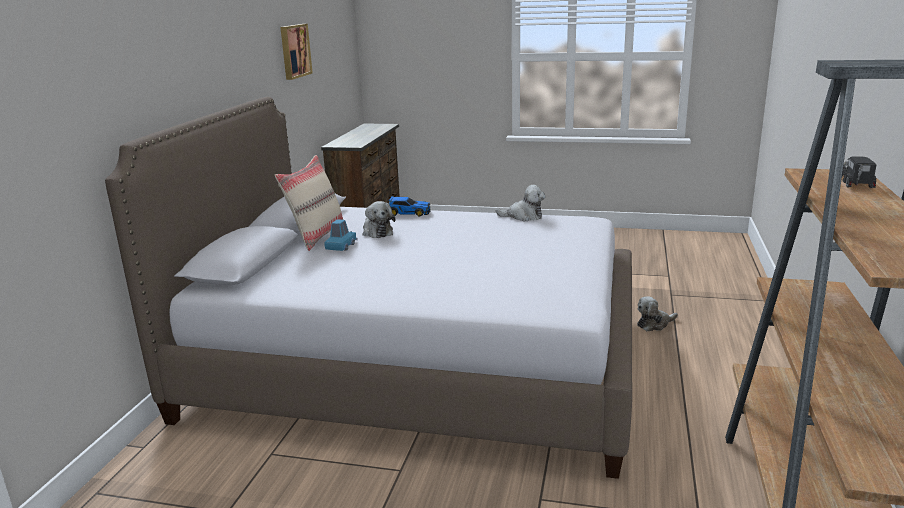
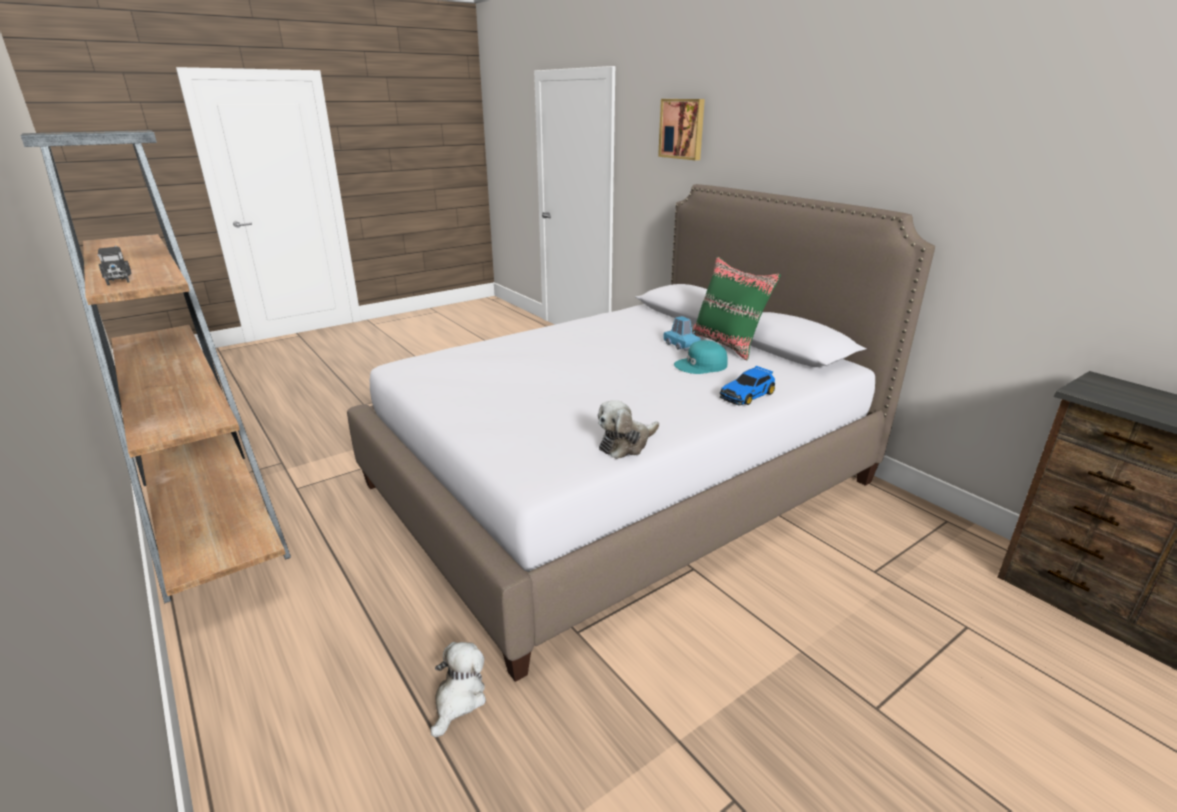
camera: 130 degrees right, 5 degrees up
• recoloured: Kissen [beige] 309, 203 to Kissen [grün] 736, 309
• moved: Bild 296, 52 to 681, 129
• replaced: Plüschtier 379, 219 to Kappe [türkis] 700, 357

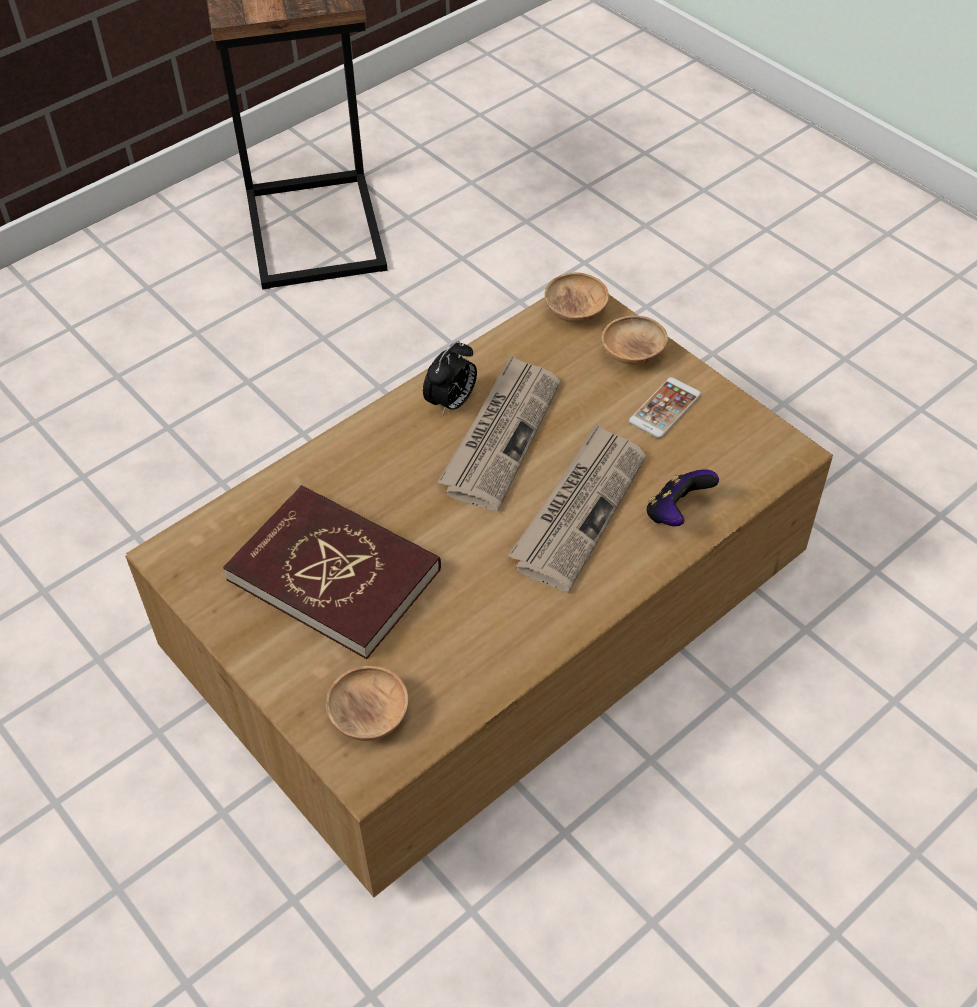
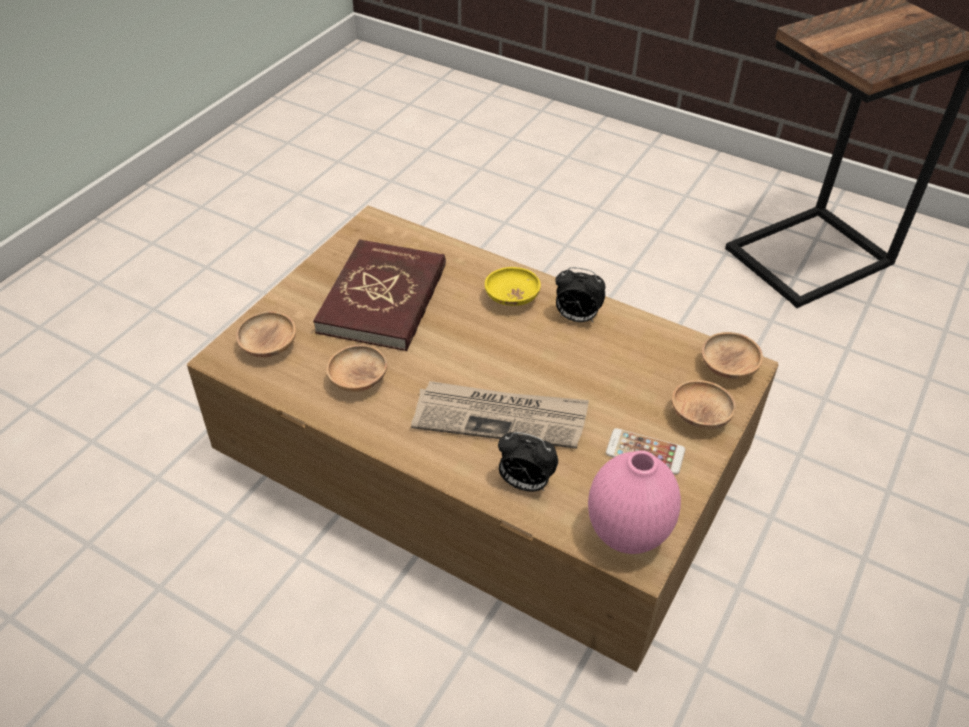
camera: 70 degrees right, 5 degrees down
• removed: Zeitung 499, 433
• replaced: Gamepad 682, 497 to Wecker 528, 462
• added: Schüssel [braun] 356, 368
• added: Schüssel [gelb] 513, 286
• added: Vase [rosa] 634, 502

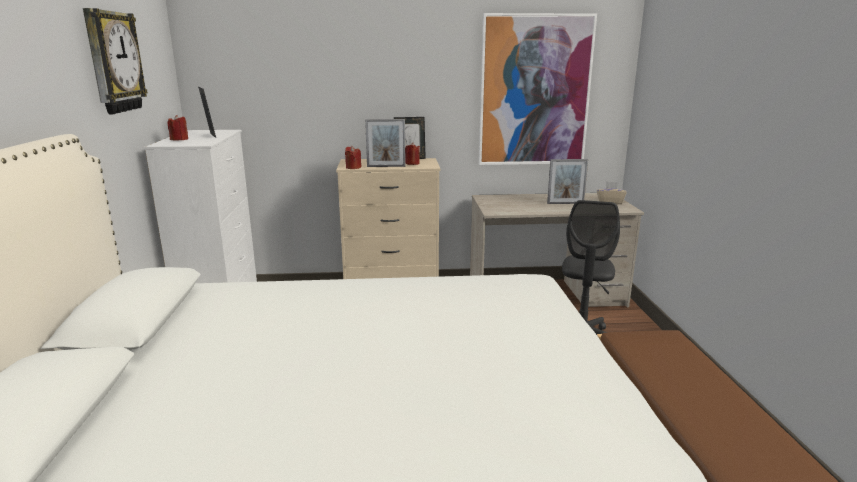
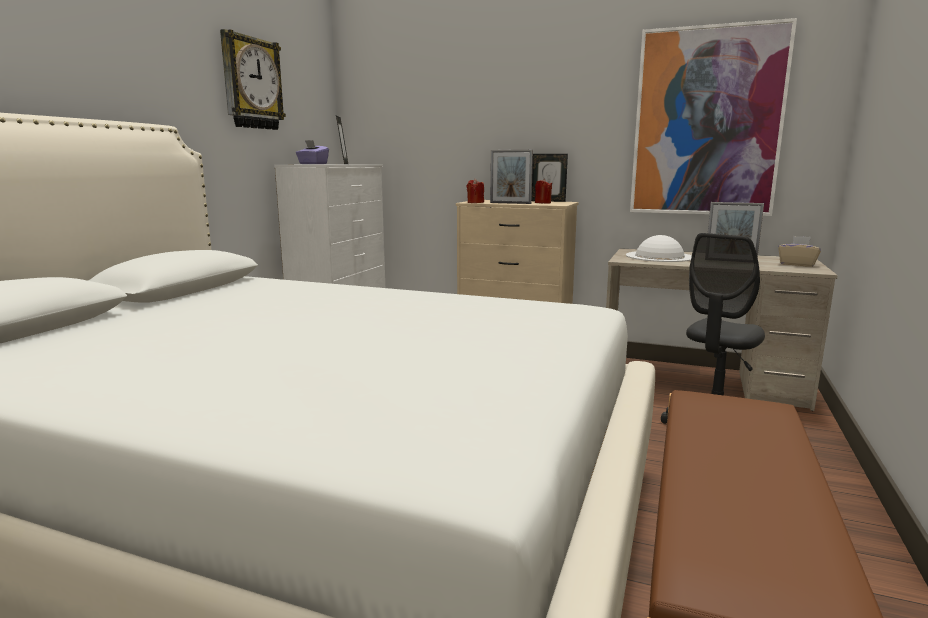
camera: 25 degrees right, 5 degrees down
• replaced: Kerze [rot] 177, 127 to Taschentuchbox [lila] 312, 152
• added: Hut [weiß] 659, 248

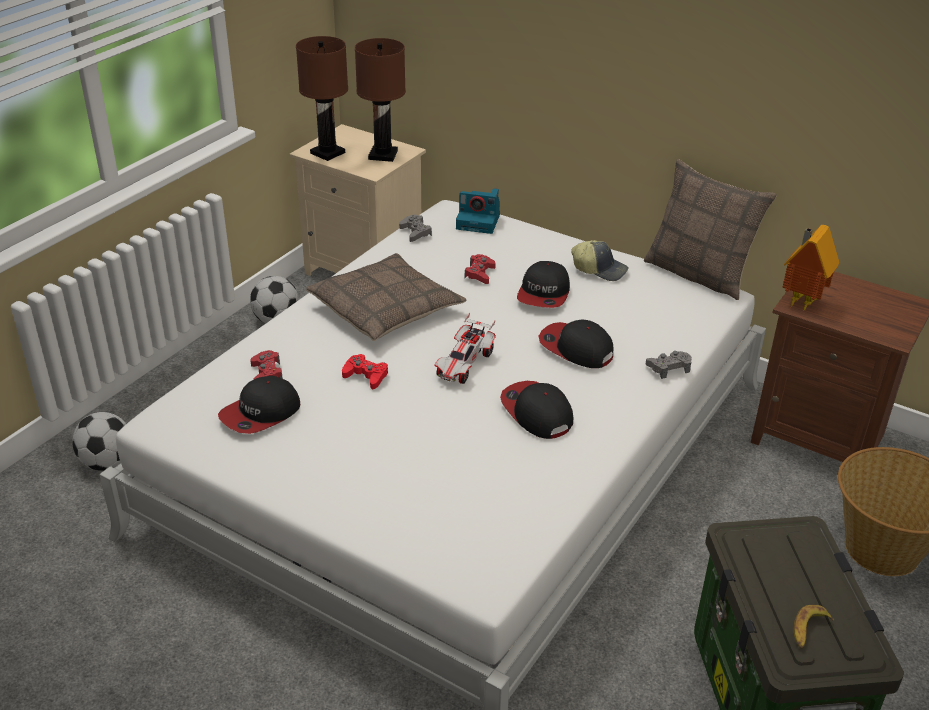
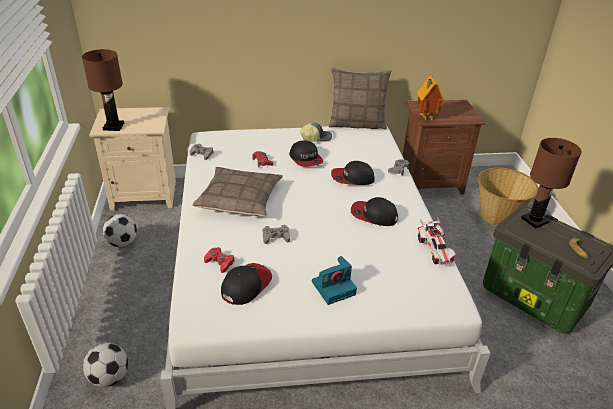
camera: 40 degrees left, 0 degrees up
• turned: Kappe 259, 405 = 246, 284 150 degrees counterclockwise
• recoloured: Gamepad [rot] 365, 371 to Gamepad [grau] 276, 234
• moved: Tischlampe [braun] 380, 100 to 551, 183
• moved: Spielzeugauto 465, 348 to 437, 241
• moved: Kamera 478, 211 to 334, 280

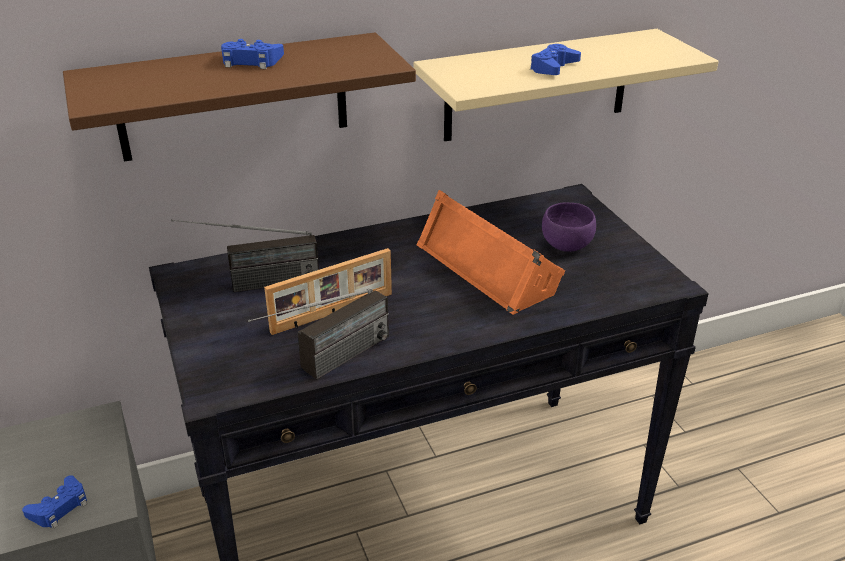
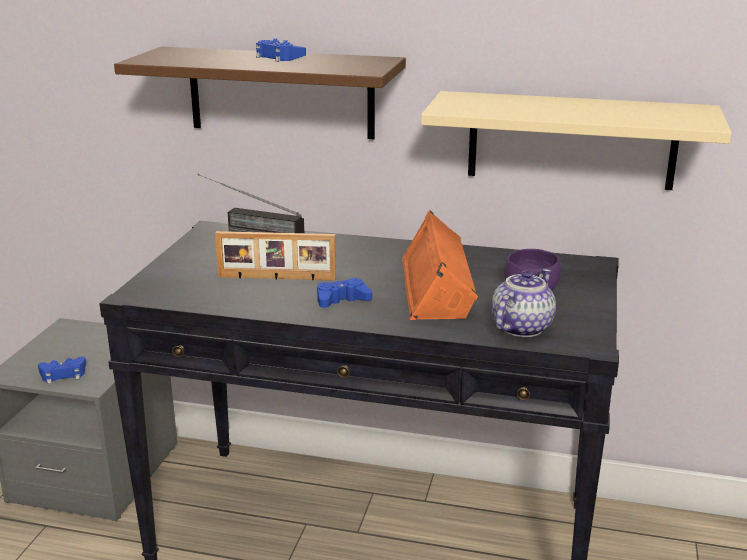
camera: 35 degrees right, 10 degrees down
• removed: Radio 318, 334
• moved: Gamepad [blau] 555, 59 to 344, 293
• added: Teekanne 524, 303

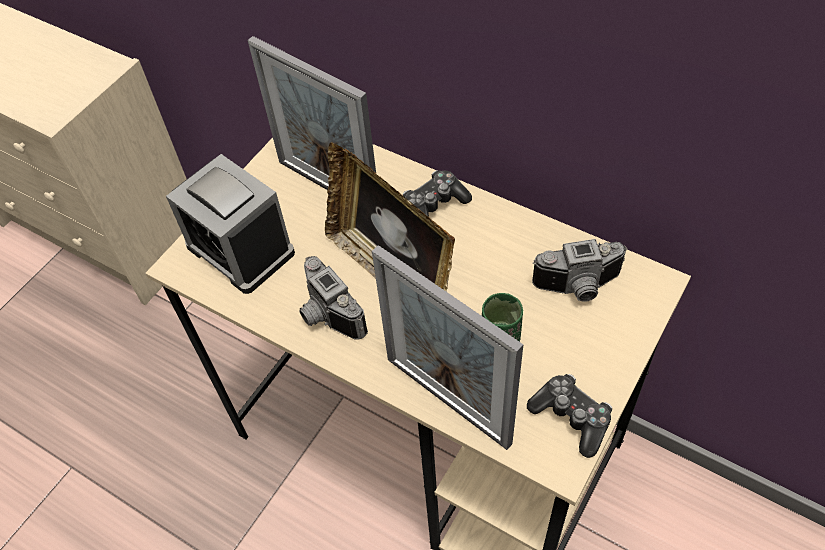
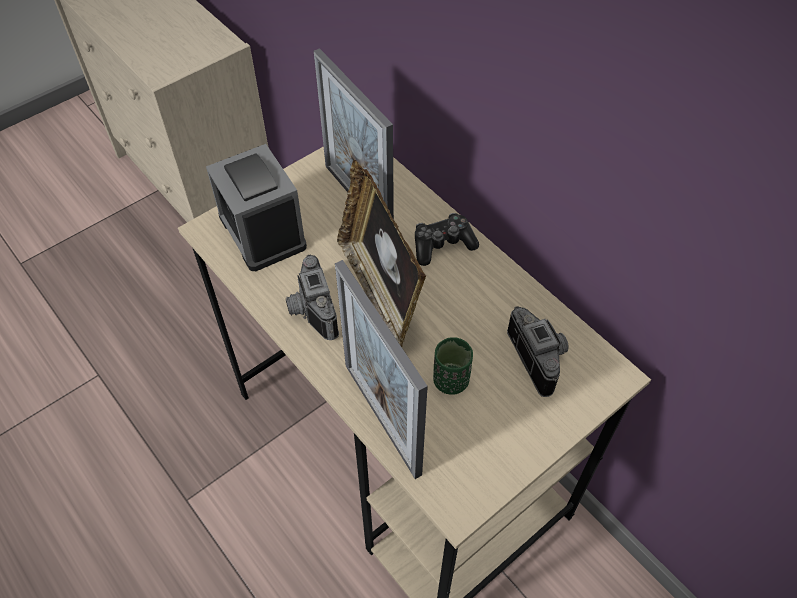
camera: 15 degrees right, 0 degrees up
• removed: Gamepad 570, 416
• turned: Kamera 580, 270 = 538, 351 120 degrees counterclockwise

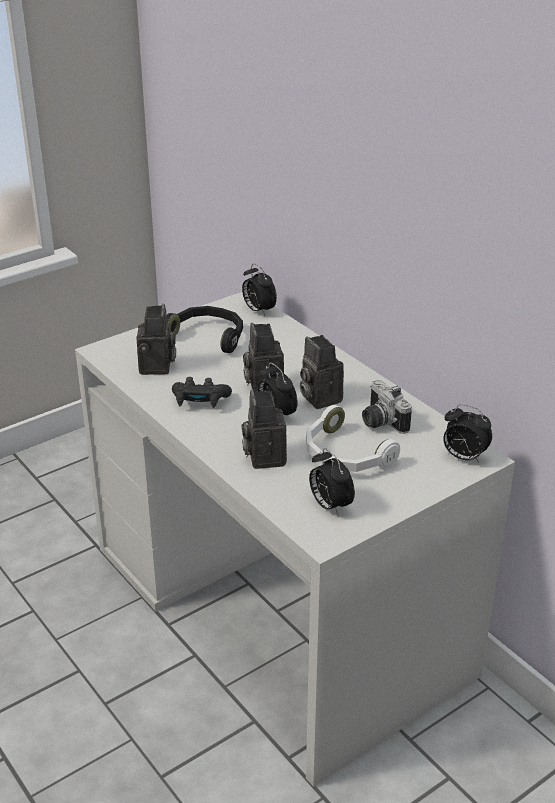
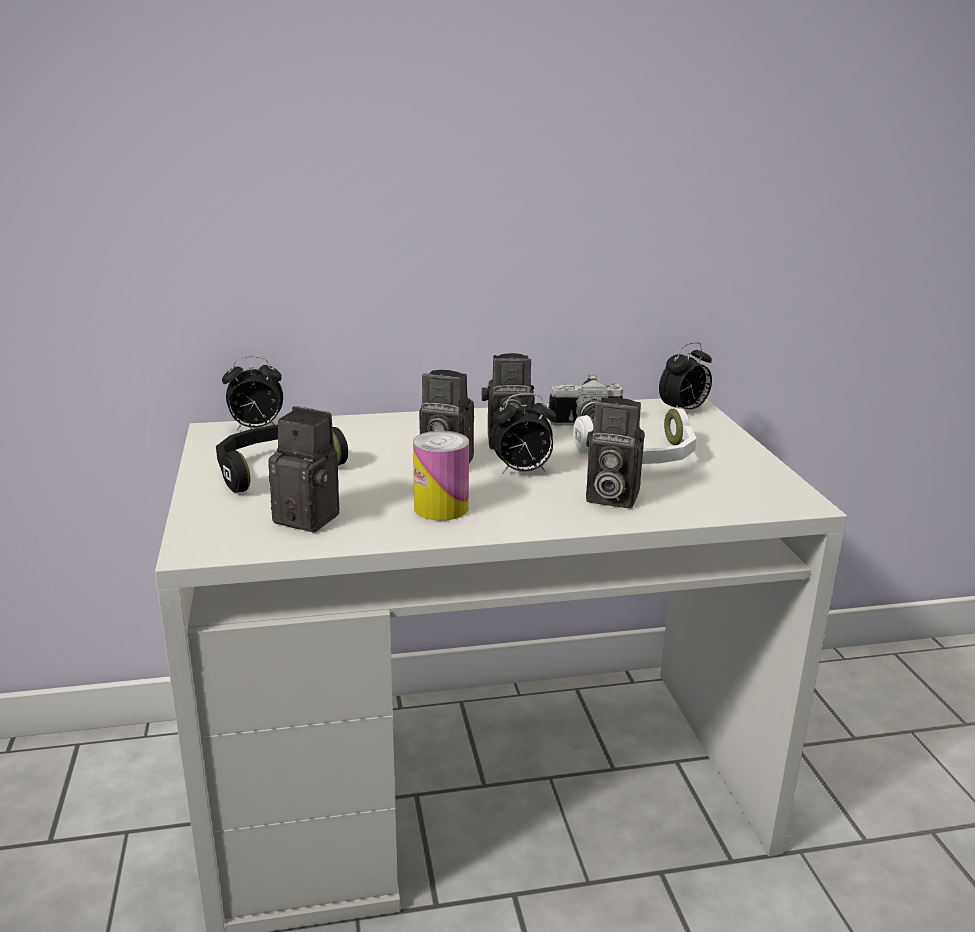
camera: 65 degrees left, 10 degrees down
• replaced: Gamepad [schwarz] 202, 392 to Dose 441, 476
• removed: Wecker 332, 481

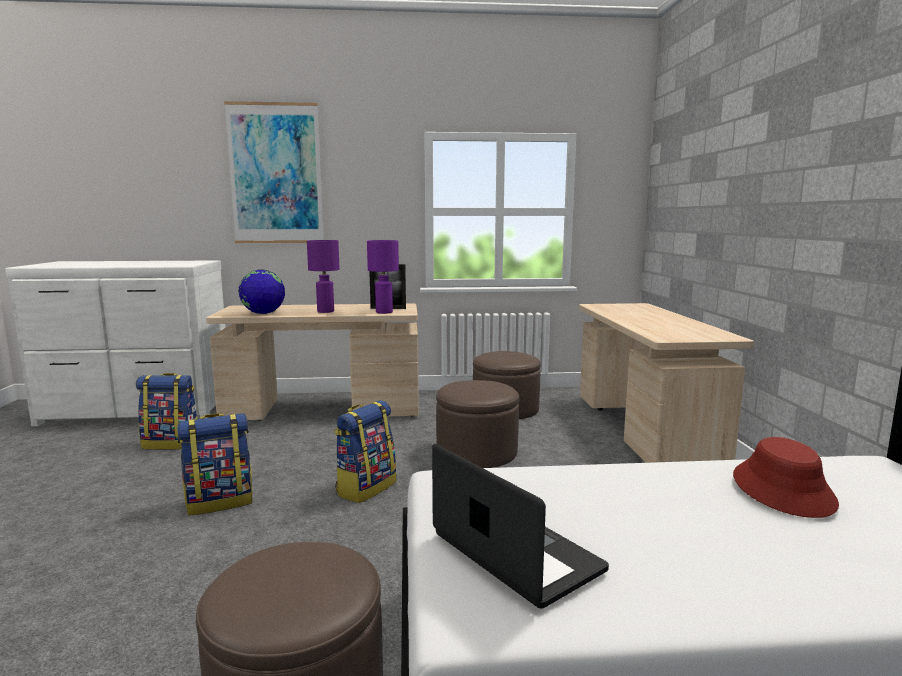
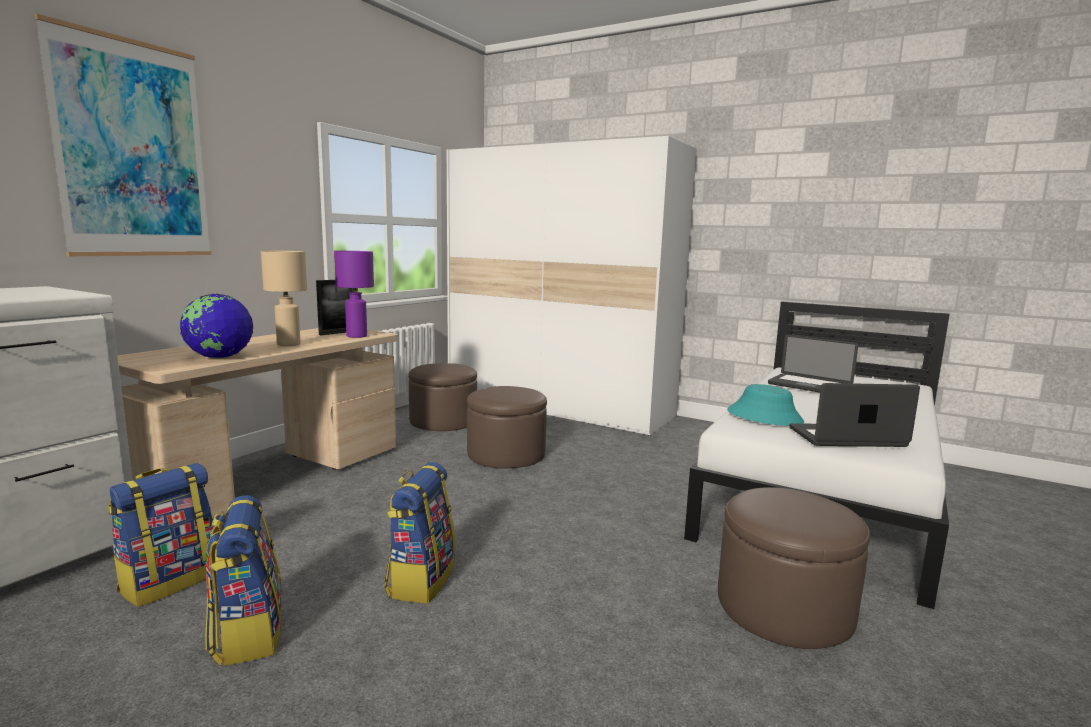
camera: 55 degrees left, 0 degrees up
• recoloured: Tischlampe [lila] 323, 276 to Tischlampe [beige] 284, 298
• moved: Rucksack 365, 451 to 243, 580
• replaced: Schreibtisch [beige] 666, 383 to Kleiderschrank [weiß] 572, 286
• replaced: Hut [rot] 786, 477 to Laptop 813, 364
• added: Hut [türkis] 765, 405

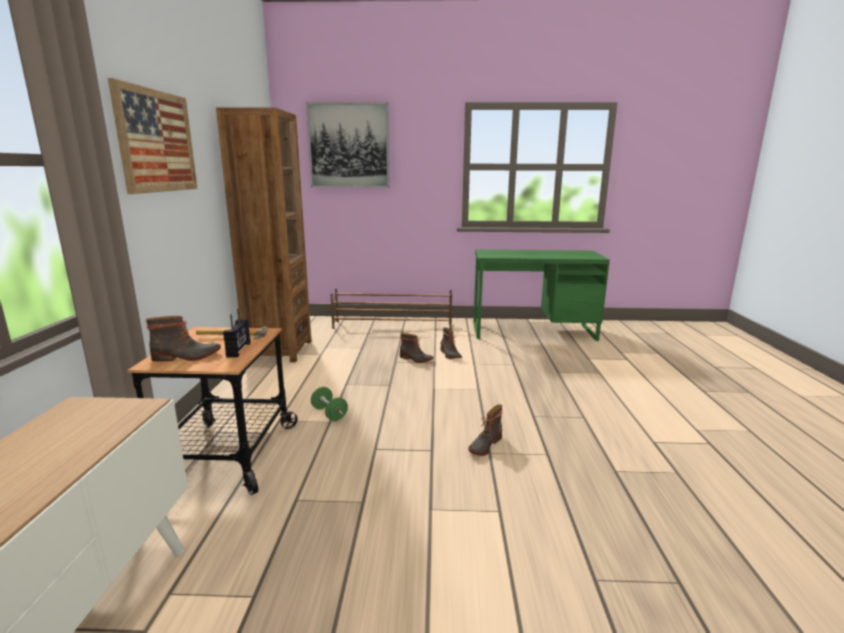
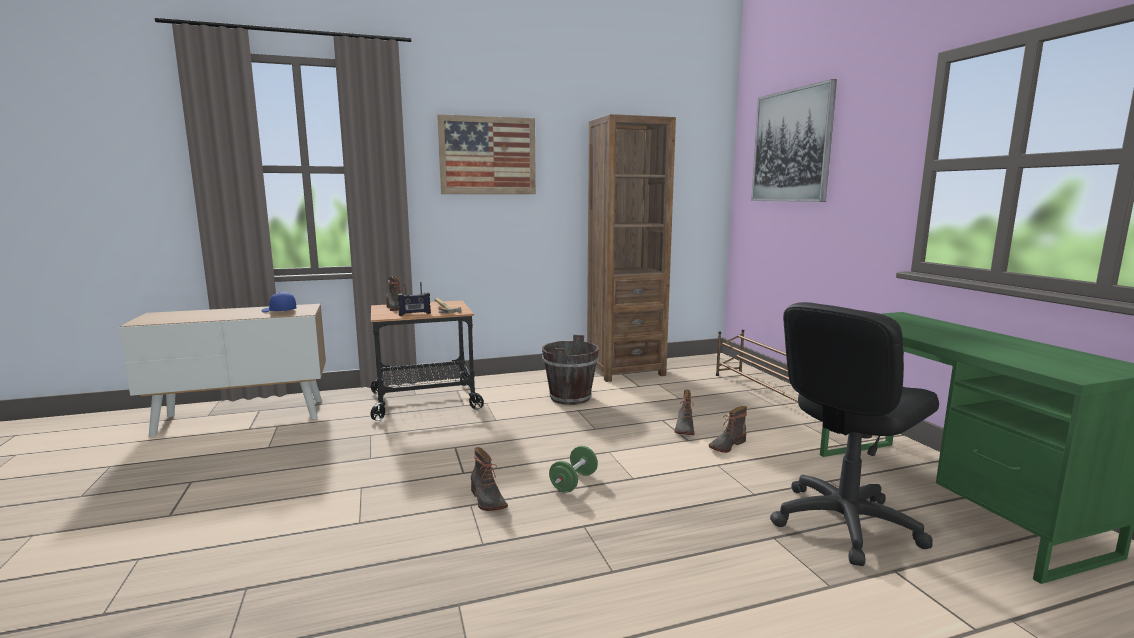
camera: 70 degrees right, 5 degrees down
• moved: Hantel [grün] 329, 404 to 573, 469
• turned: Stiefel 485, 430 = 489, 479 135 degrees counterclockwise
• added: Kappe [blau] 279, 302
• added: Eimer [braun] 570, 370
• added: Bürostuhl [schwarz] 854, 434

